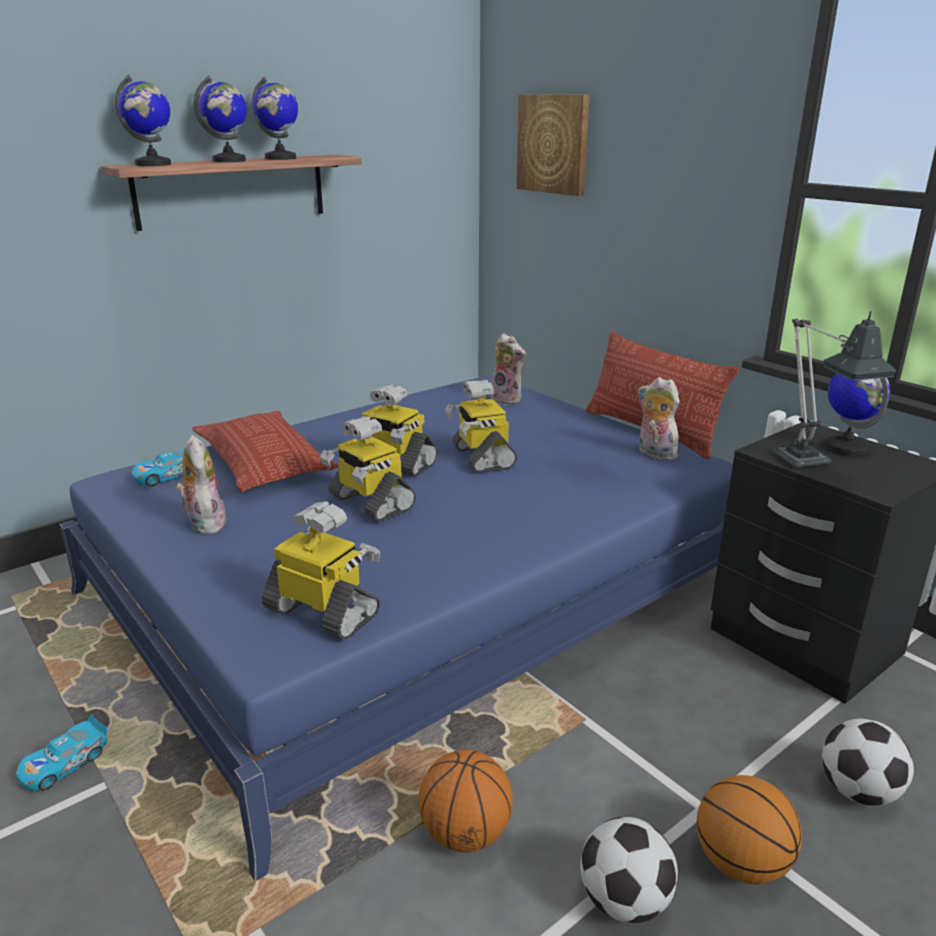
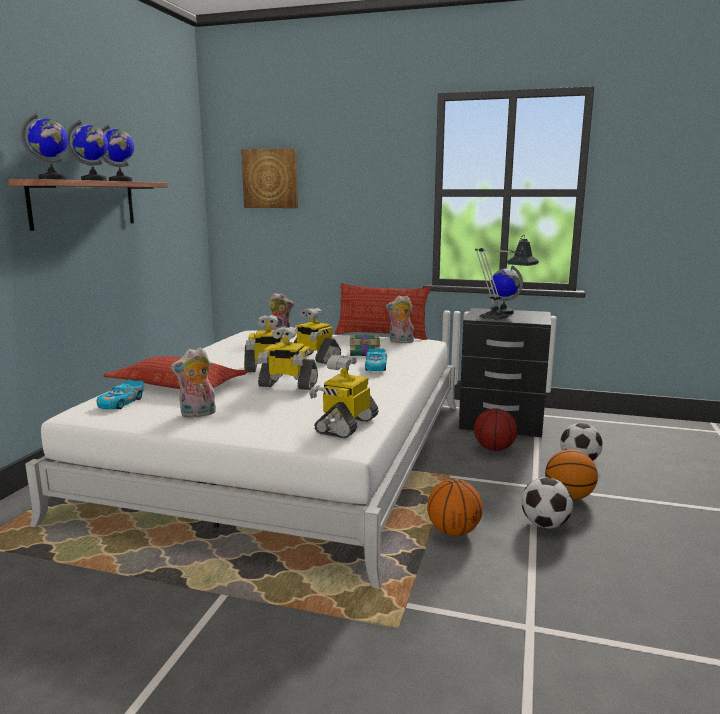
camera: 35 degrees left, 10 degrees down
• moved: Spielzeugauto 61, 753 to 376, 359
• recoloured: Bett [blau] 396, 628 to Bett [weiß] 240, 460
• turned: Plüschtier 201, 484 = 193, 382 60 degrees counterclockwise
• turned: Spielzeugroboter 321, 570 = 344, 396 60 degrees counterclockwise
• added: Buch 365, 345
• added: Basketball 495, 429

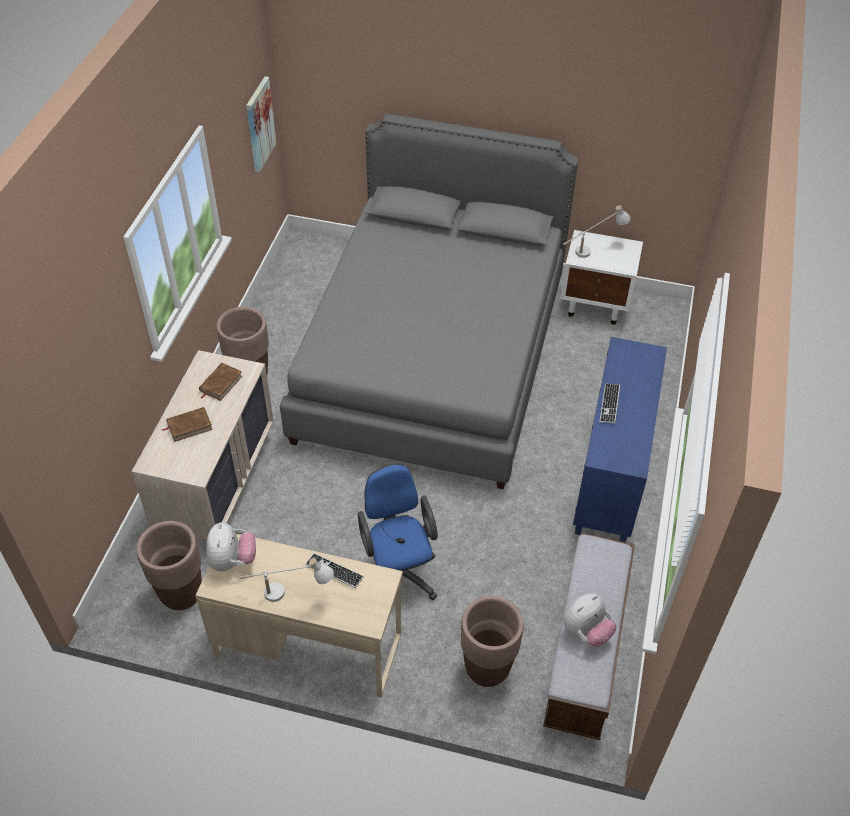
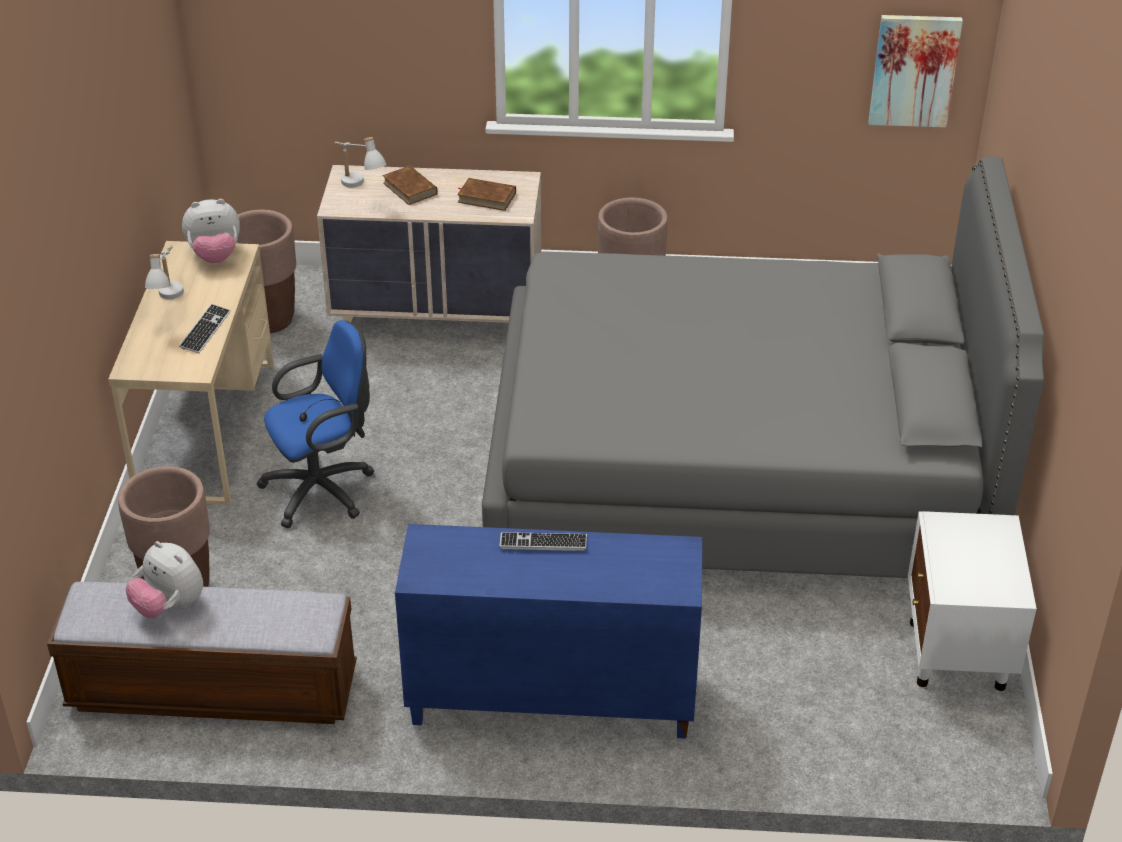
camera: 80 degrees right, 10 degrees down
• moved: Tischlampe [weiß] 596, 231 to 360, 162

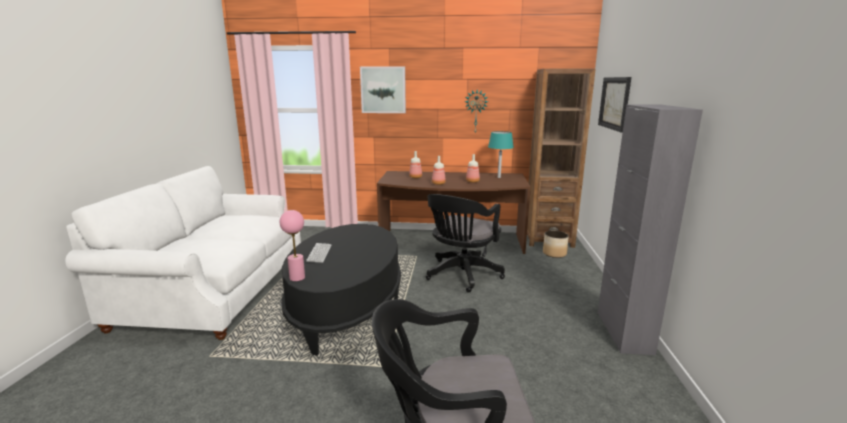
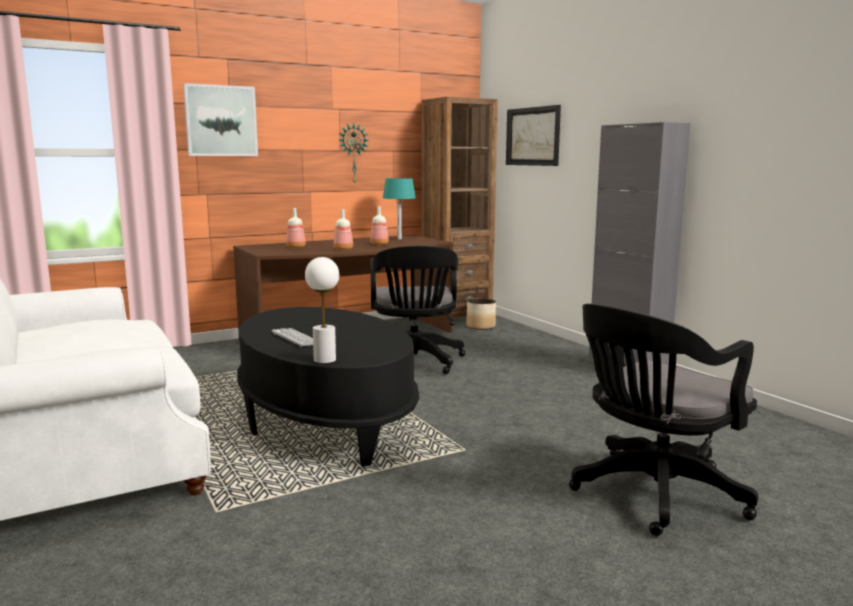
camera: 35 degrees left, 5 degrees down
• recoloured: Tischlampe [rosa] 292, 245 to Tischlampe [weiß] 322, 310

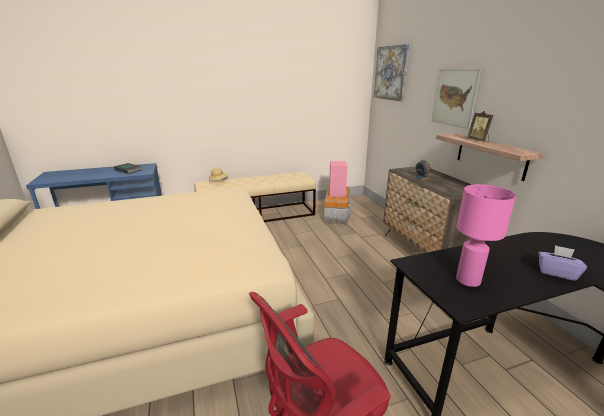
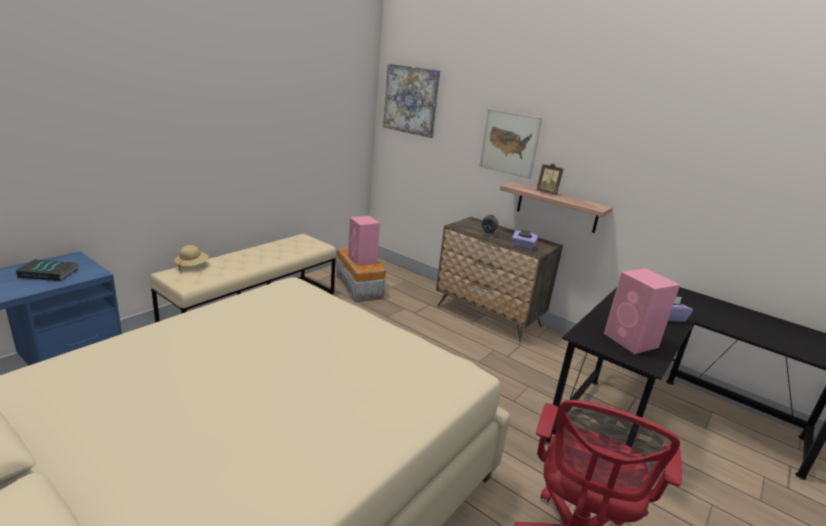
camera: 35 degrees left, 0 degrees up
• replaced: Tischlampe [rosa] 486, 235 to Lautsprecher [rosa] 642, 311
• added: Taschentuchbox [lila] 525, 239

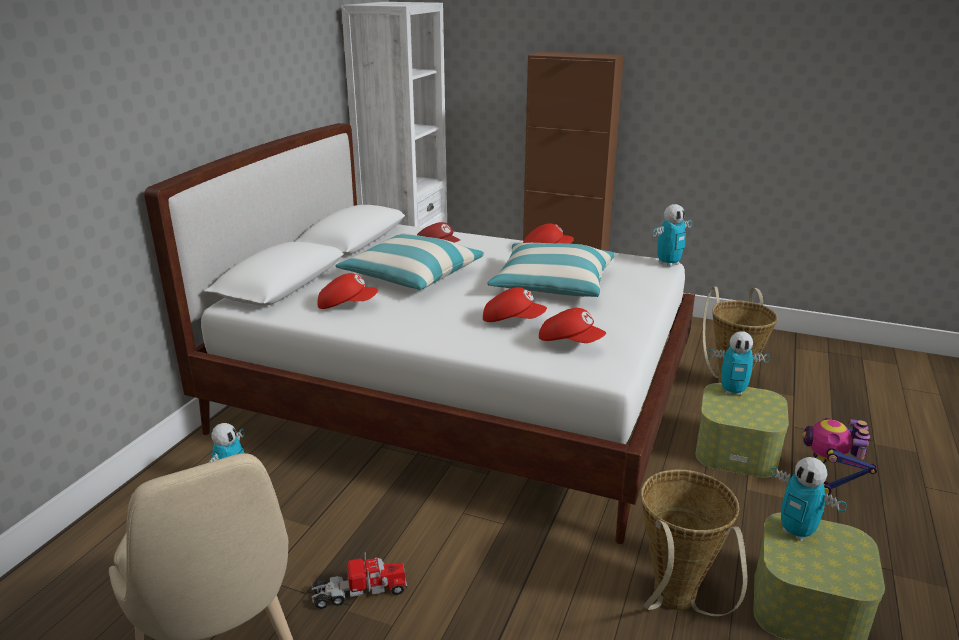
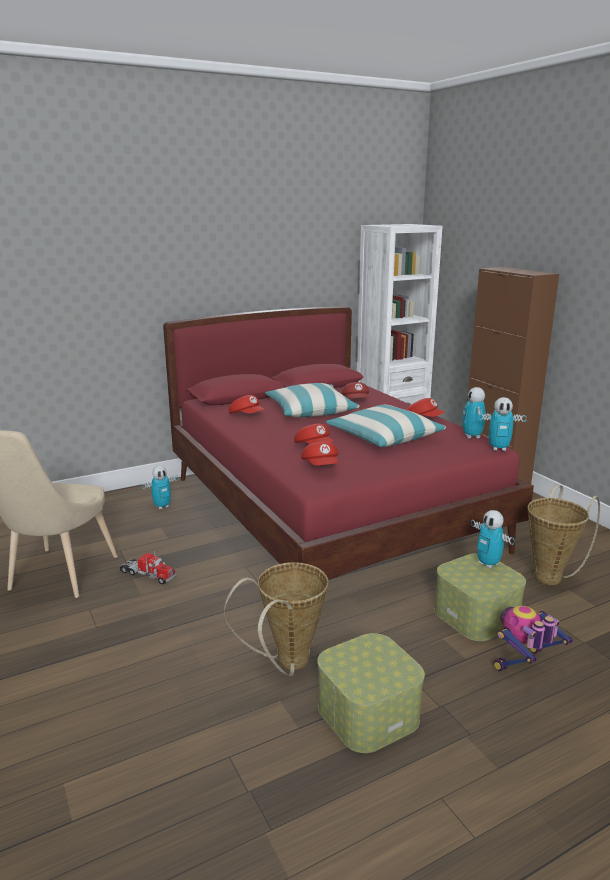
camera: 40 degrees right, 5 degrees down
• recoloured: Bett [weiß] 419, 333 to Bett [rot] 348, 443
• moved: Spielzeugroboter 809, 499 to 474, 412

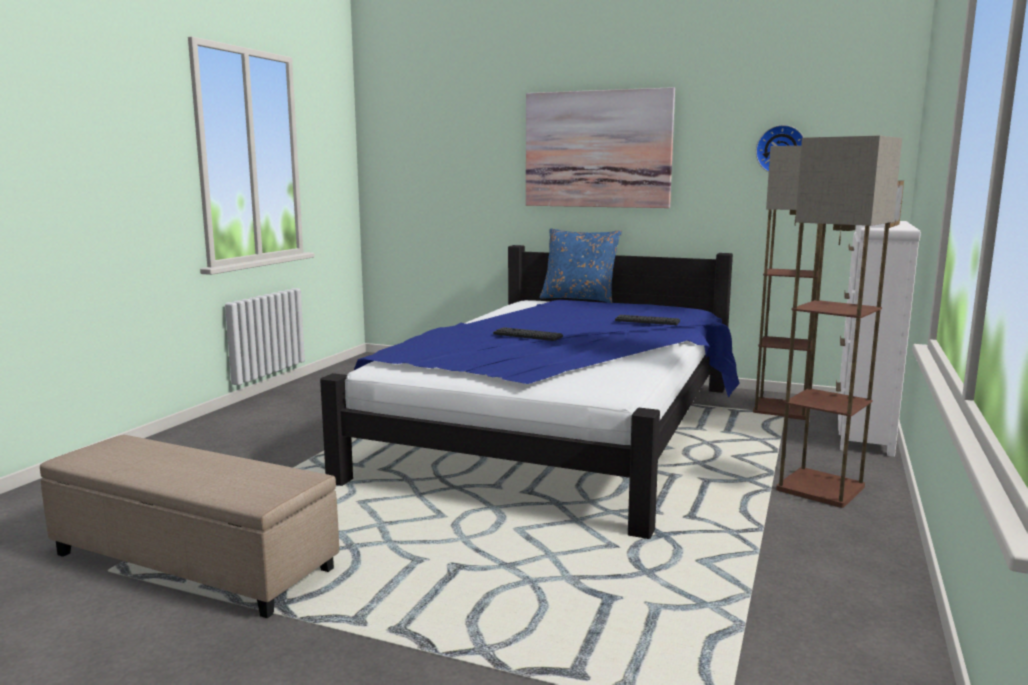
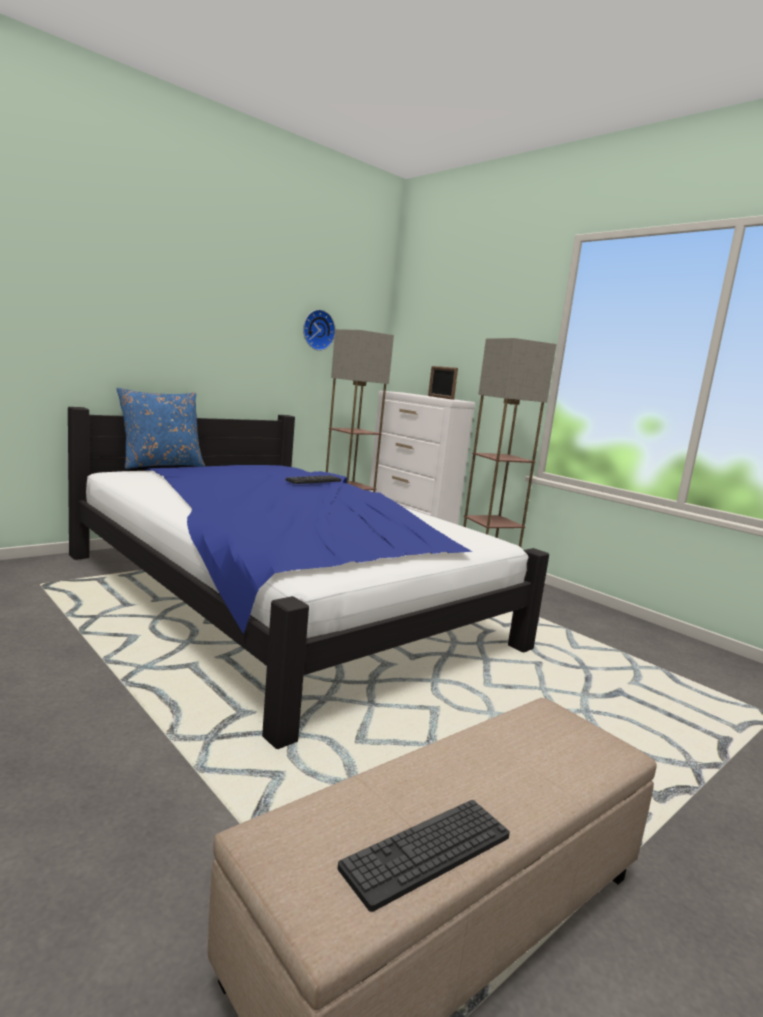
camera: 65 degrees left, 0 degrees up
• moved: Tastatur 528, 334 to 424, 856
• removed: Bild 600, 147

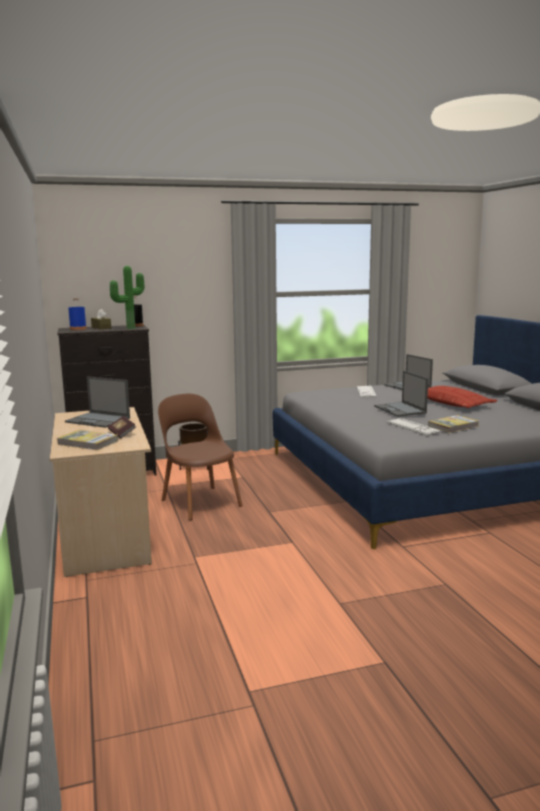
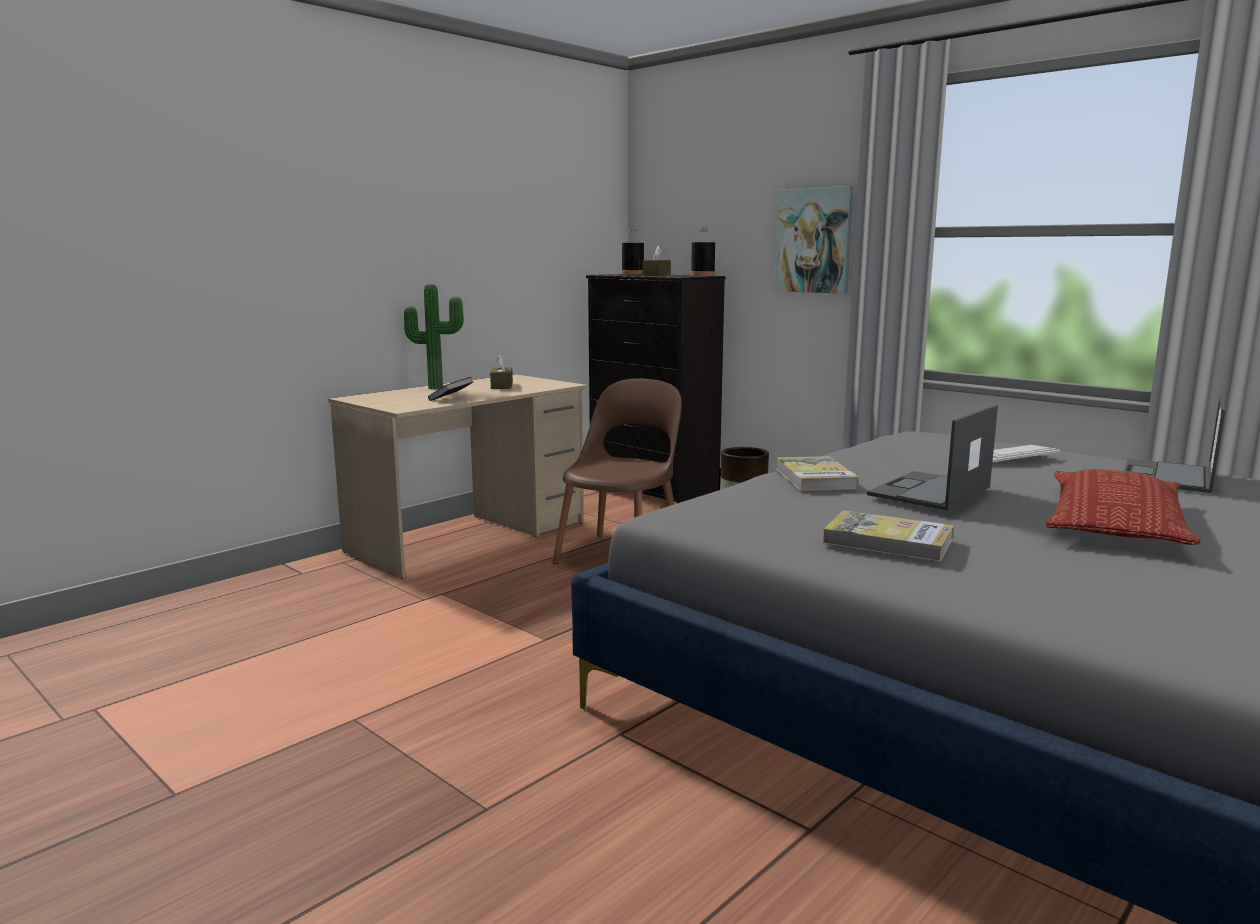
camera: 60 degrees right, 0 degrees up
• moved: Buch 87, 440 to 817, 473
• replaced: Laptop 97, 402 to Taschentuchbox [braun] 501, 371
• recoloured: Flasche [blau] 77, 314 to Flasche [schwarz] 633, 252
• moved: Topfpflanze 127, 297 to 434, 336
• removed: Tastatur 414, 427
• added: Bild 813, 240

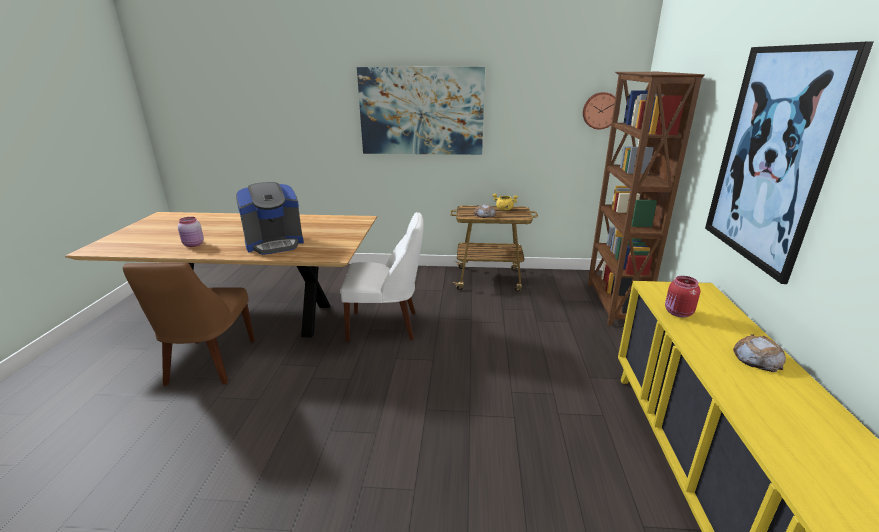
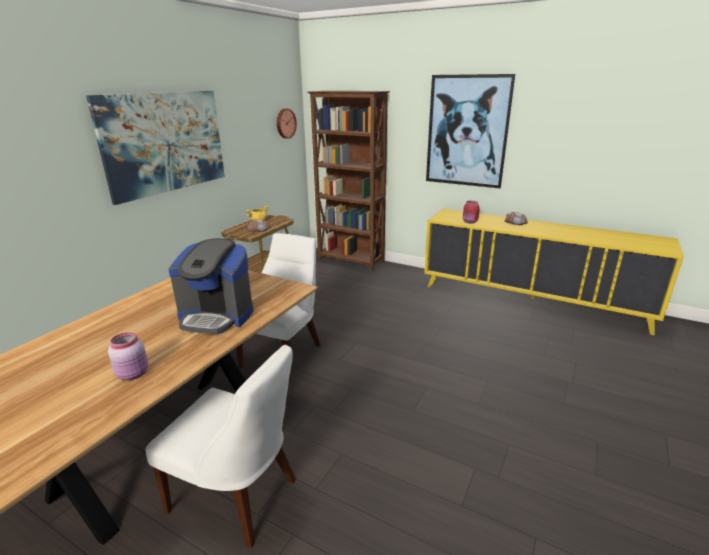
camera: 65 degrees left, 0 degrees up
• recoloured: Stuhl [braun] 189, 324 to Stuhl [weiß] 220, 446
• turned: Kaffeemaschine 270, 218 = 210, 286 105 degrees clockwise

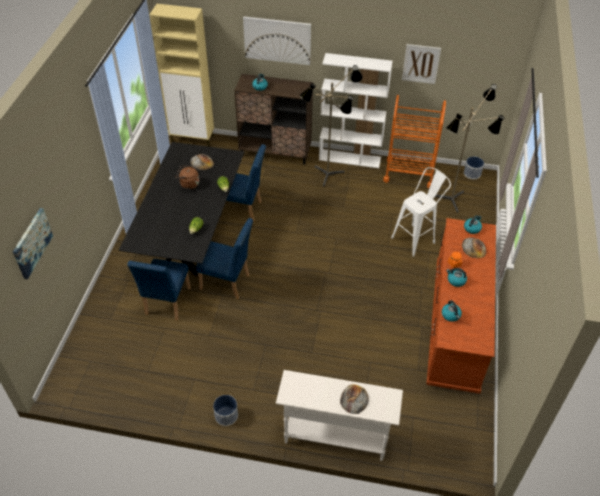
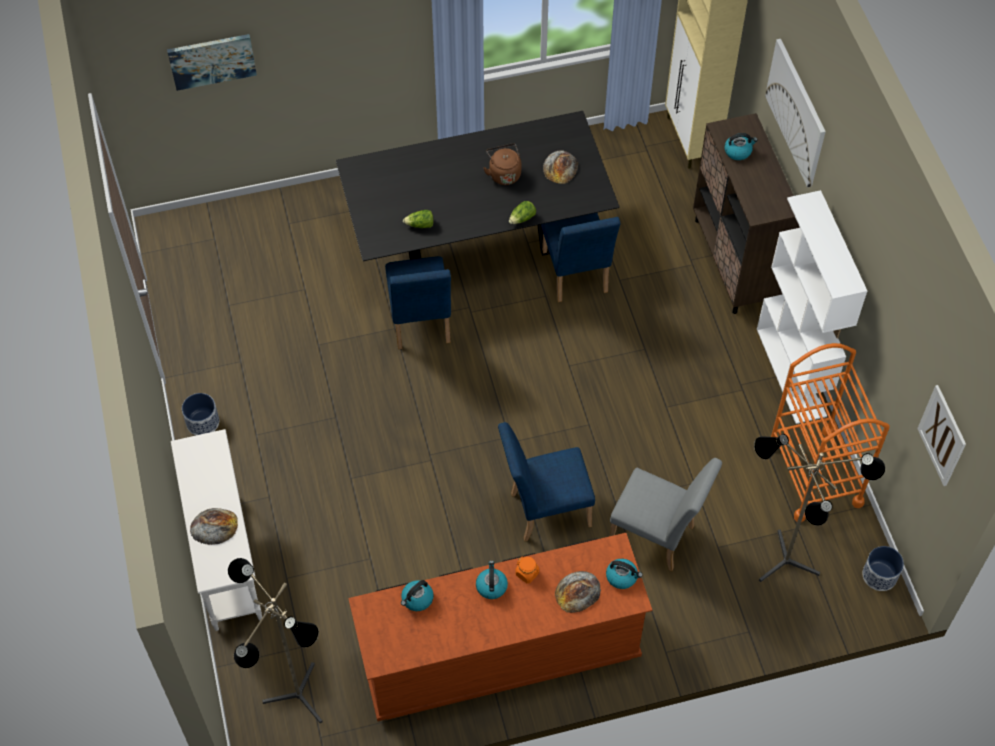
camera: 65 degrees right, 10 degrees up
• moved: Stuhl [blau] 159, 289 to 546, 481
• moved: Stehlampe 331, 126 to 275, 641
• replaced: Hocker [weiß] 421, 212 to Stuhl [grau] 665, 514
• moved: Bild 421, 64 to 941, 435

